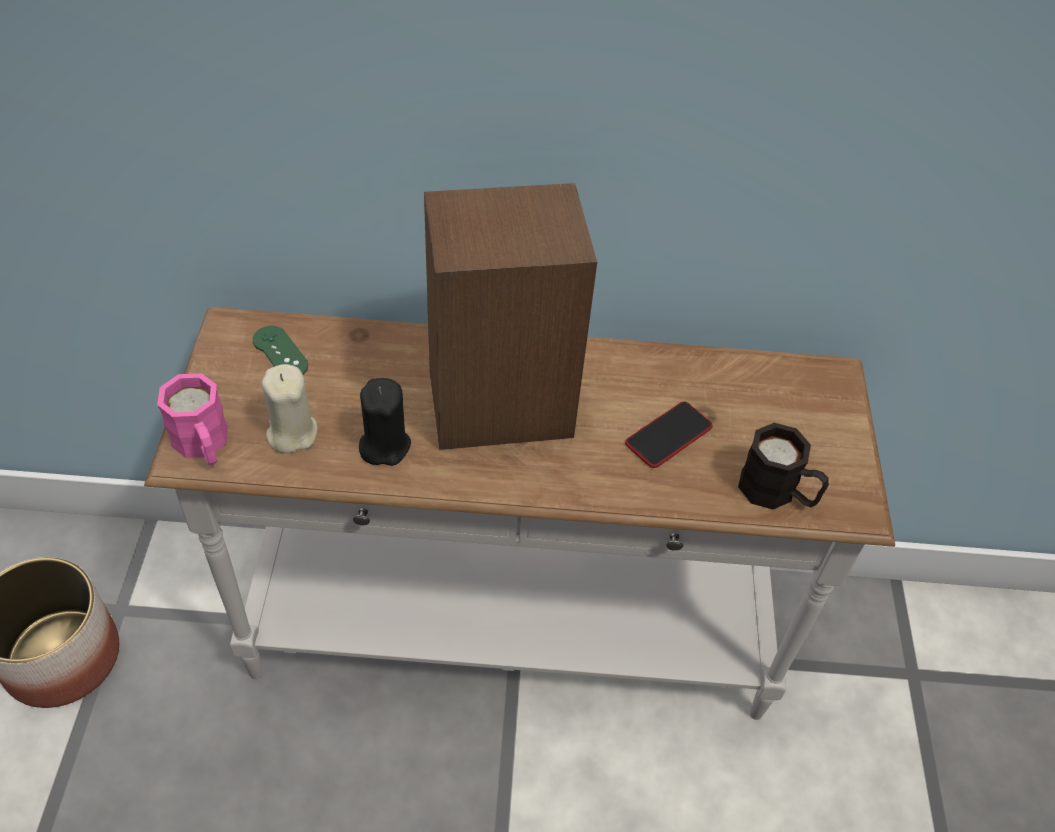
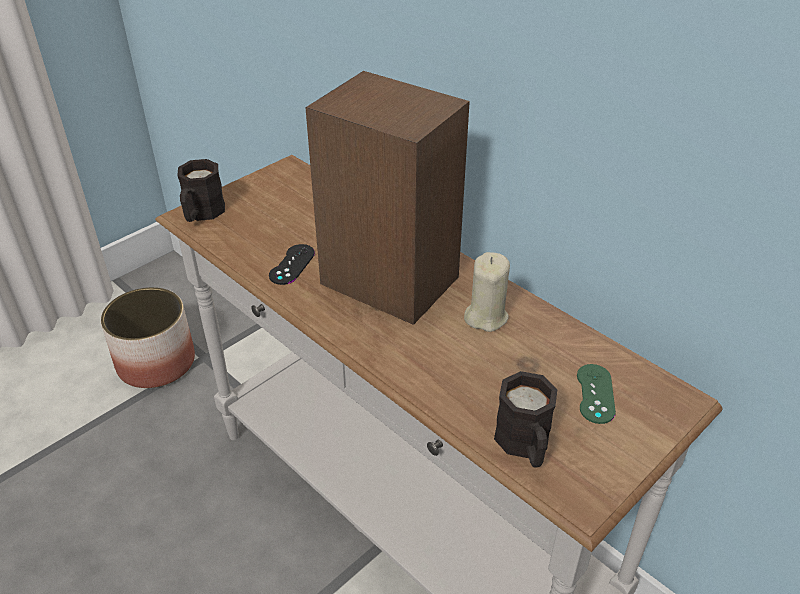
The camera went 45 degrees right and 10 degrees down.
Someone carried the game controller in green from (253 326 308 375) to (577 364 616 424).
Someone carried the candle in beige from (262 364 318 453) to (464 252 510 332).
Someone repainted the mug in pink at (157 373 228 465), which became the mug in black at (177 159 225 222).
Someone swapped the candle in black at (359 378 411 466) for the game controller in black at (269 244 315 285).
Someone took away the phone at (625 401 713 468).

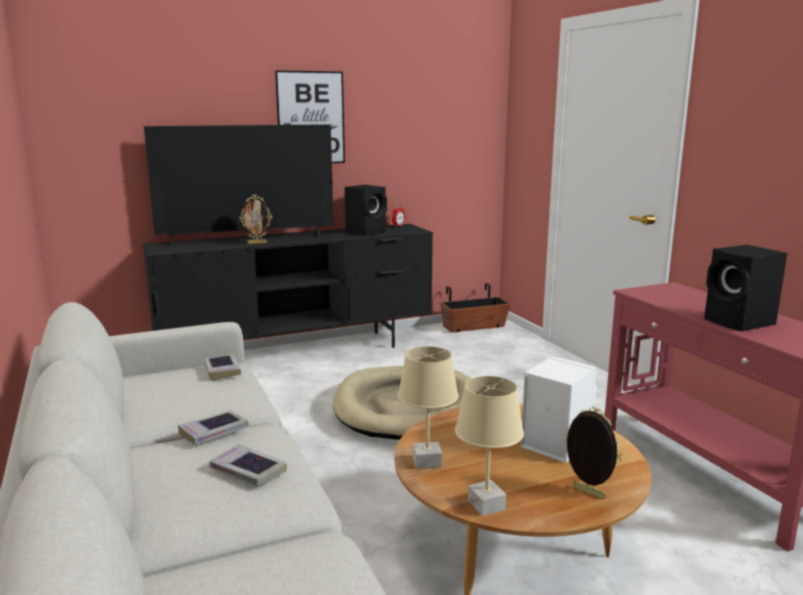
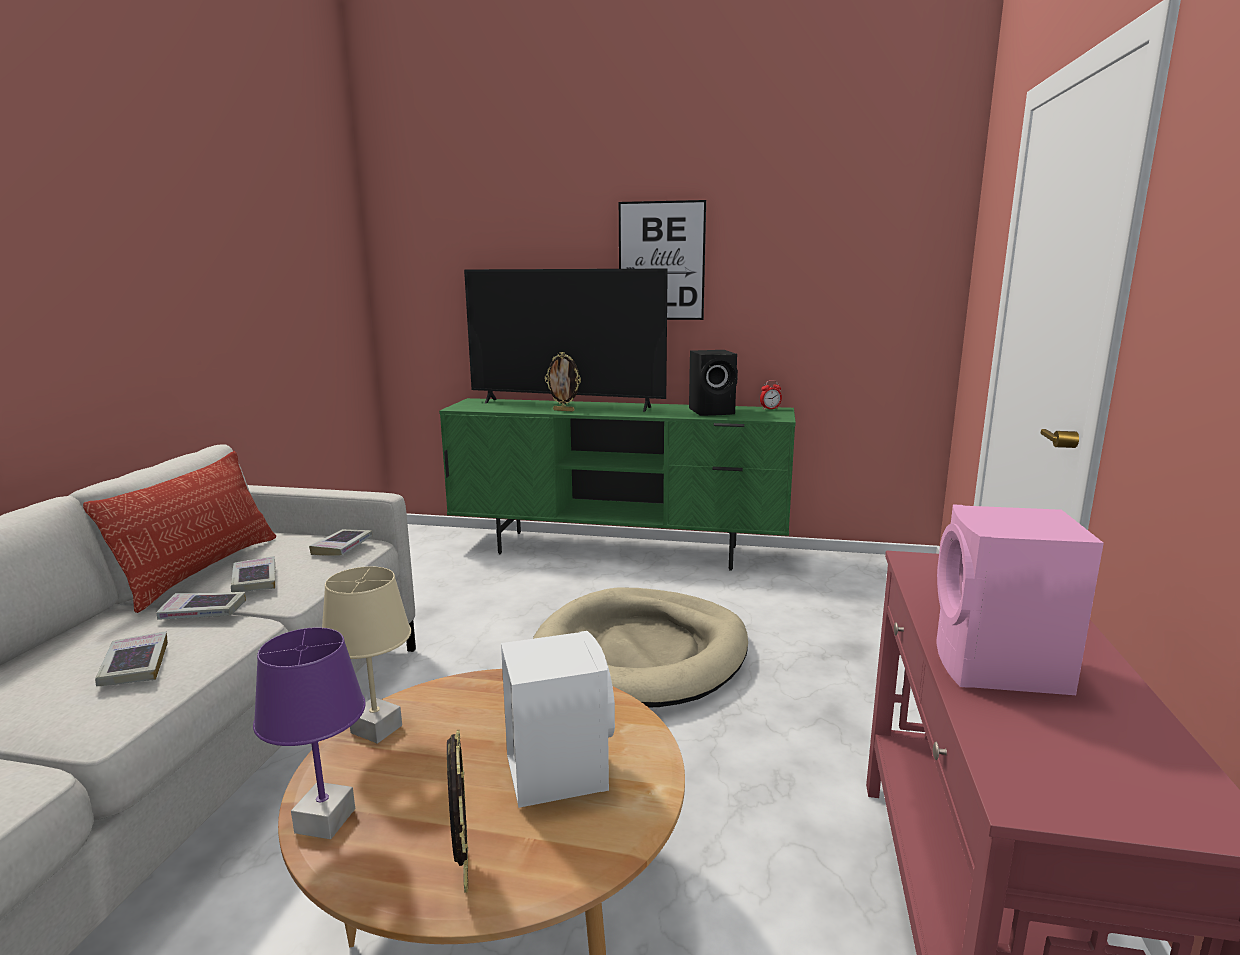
The camera went 35 degrees right and 0 degrees up.
Someone repainted the tv stand in black at (143 224 433 348), which became the tv stand in green at (439 398 796 571).
Someone repainted the speaker in black at (704 245 787 331), which became the speaker in pink at (937 505 1104 695).
Someone took away the planter at (440 283 510 332).
Someone repainted the table lamp in beige at (455 376 524 516), which became the table lamp in purple at (253 627 366 839).
Someone put down the pillow at (83 451 276 613).
Someone put down the book at (231 556 275 592).

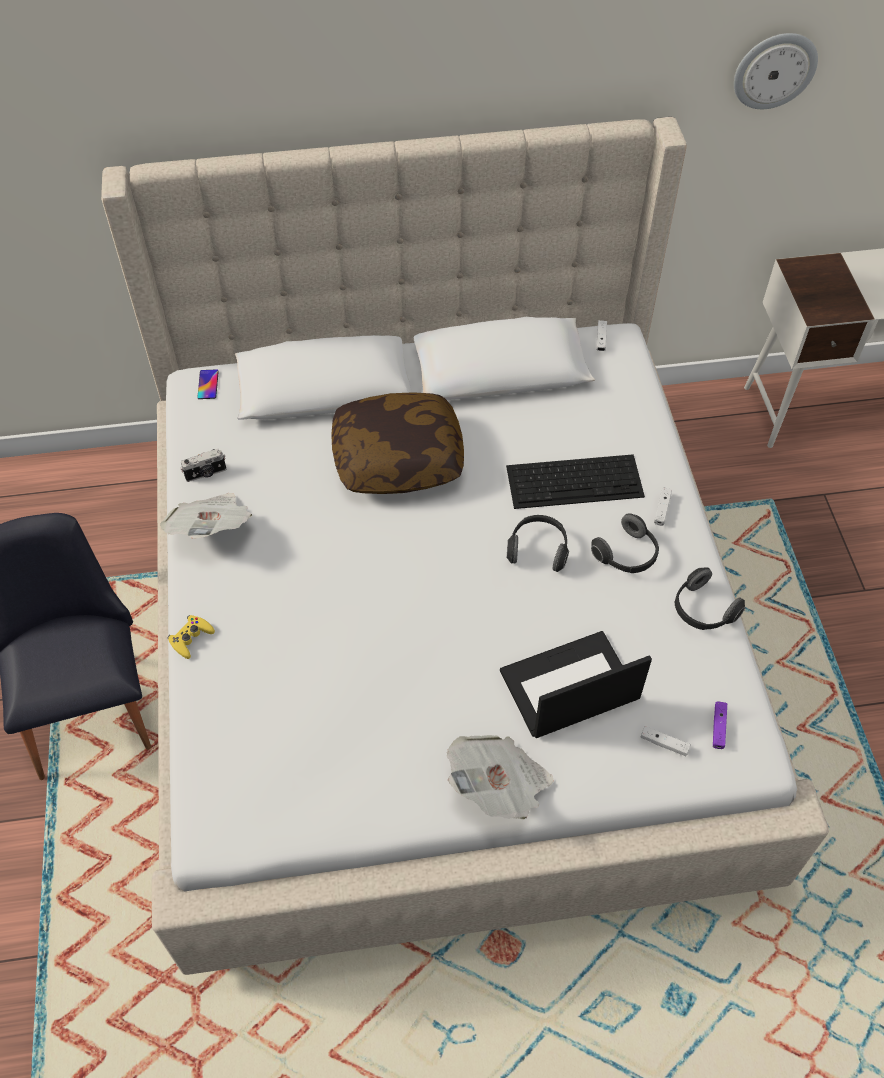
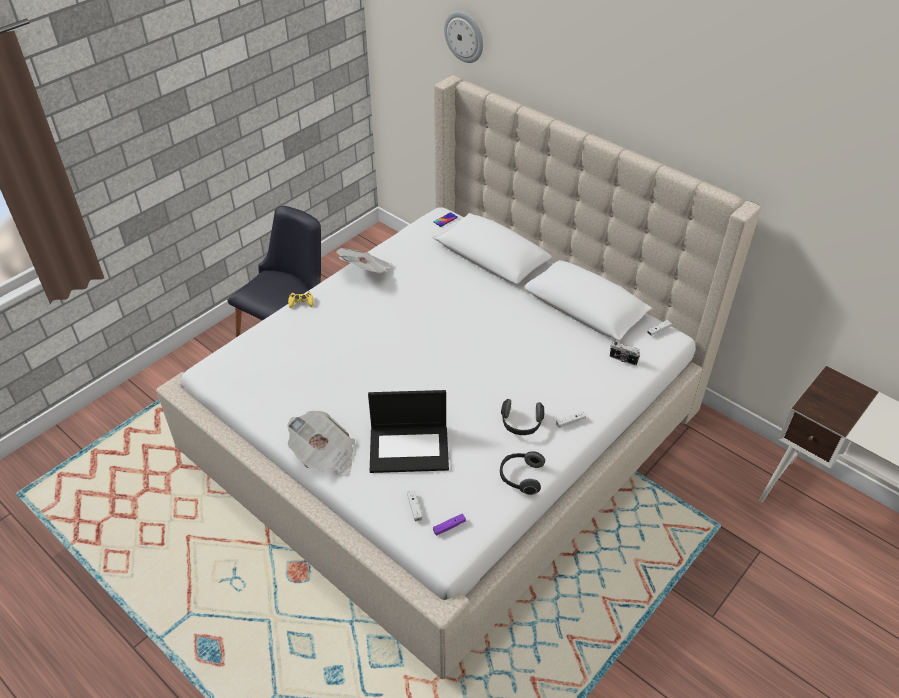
The camera went 50 degrees right and 10 degrees down.
Someone carried the wall clock from (734 33 818 109) to (444 11 483 63).
Someone took away the pillow at (331 392 464 494).
Someone carried the photo camera from (181 449 226 482) to (610 342 640 365).
Someone took away the keyboard at (506 454 645 509).
Someone took away the headphones at (507 515 569 572).
Someone rotated the laptop at (500 631 652 738) by 150 degrees clockwise.

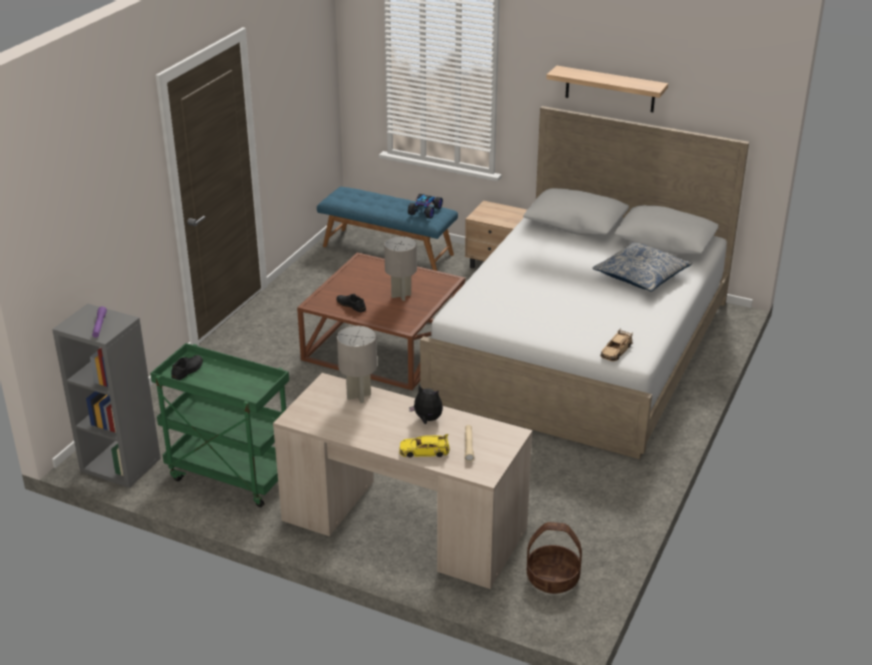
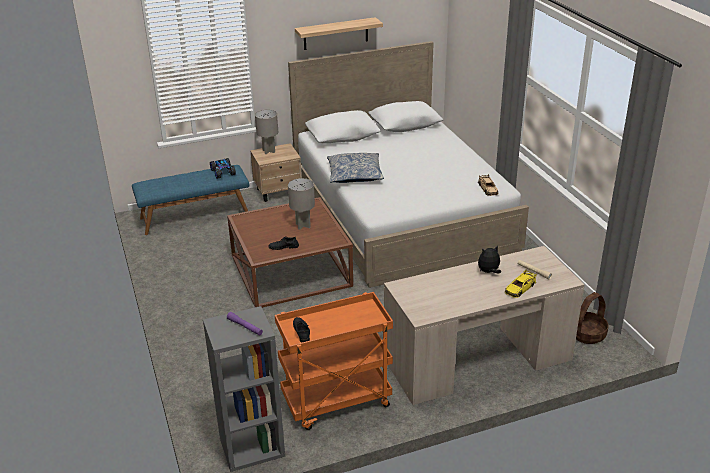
The camera went 45 degrees left and 0 degrees up.
Someone carried the pillow from (592 242 692 291) to (327 153 384 183).
Someone carried the table lamp in grey from (337 326 377 403) to (255 110 278 154).
Someone repainted the cart in green at (150 343 289 508), which became the cart in orange at (275 292 393 430).

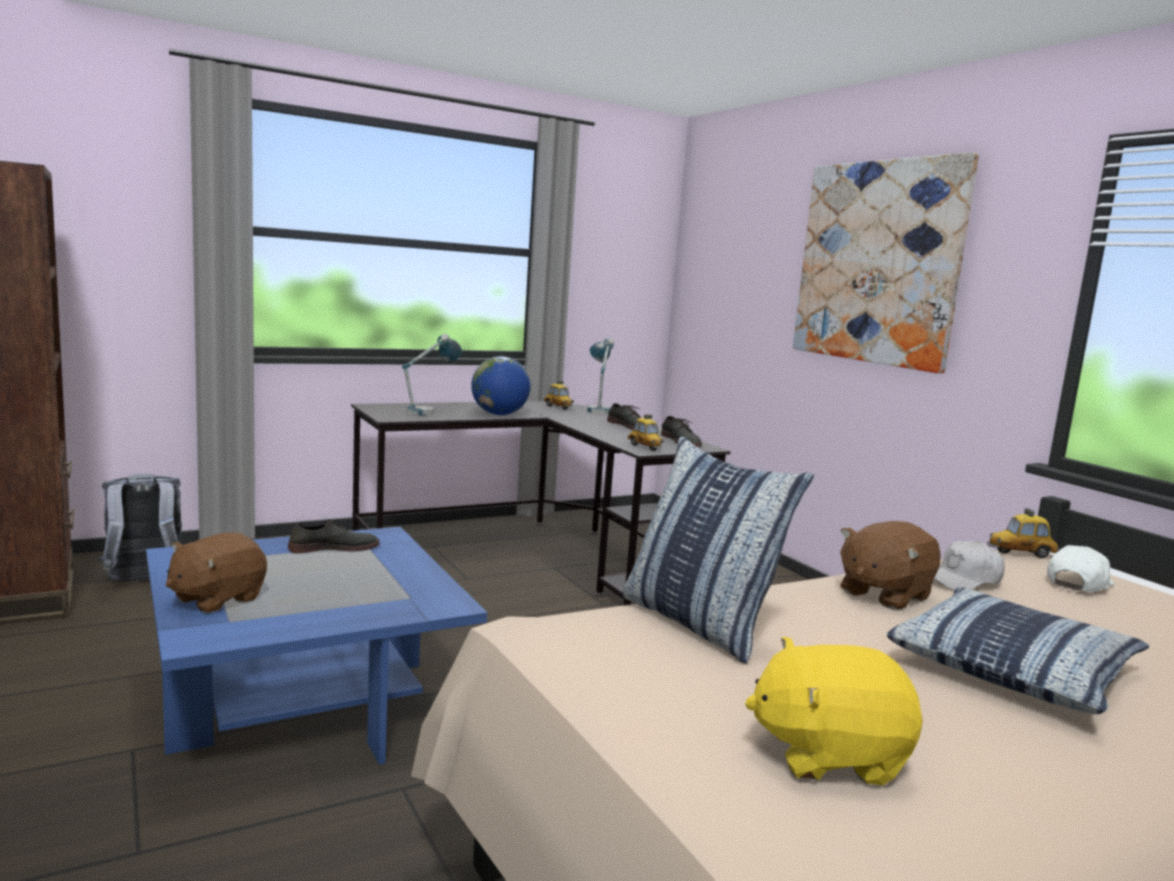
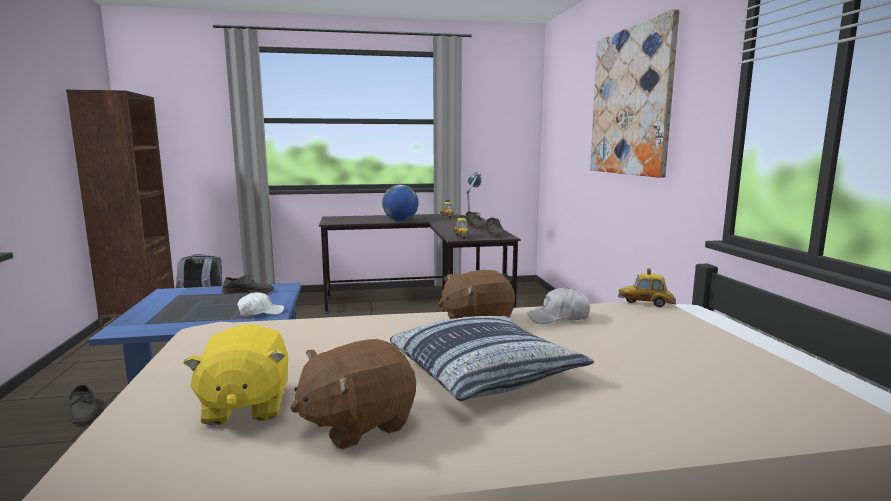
The camera went 20 degrees right and 0 degrees up.
Someone took away the table lamp at (402 334 462 415).
Someone took away the pillow at (622 436 814 664).
Someone carried the plush toy in brown from (166 532 267 613) to (290 339 416 450).
Someone carried the cap in white from (1047 545 1114 592) to (237 292 284 316).
Someone rotated the plush toy in yellow at (745 636 923 785) by 120 degrees counterclockwise.
Someone put down the shoe in grey at (69 385 98 424).

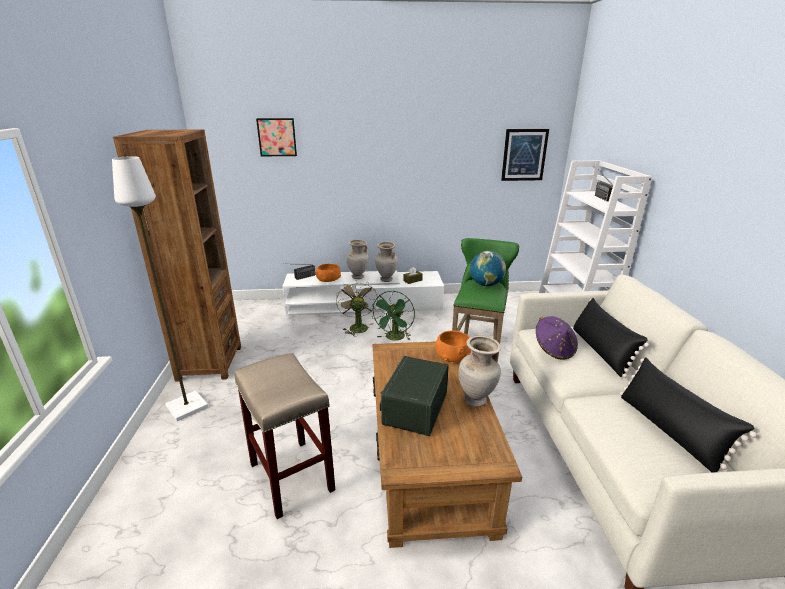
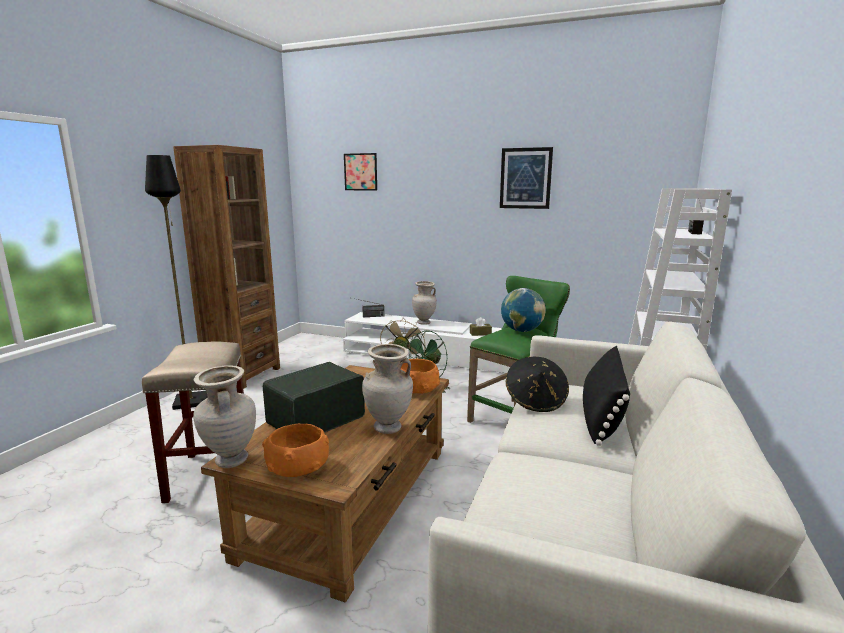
The camera went 25 degrees right and 10 degrees down.
Someone carried the picture from (501 129 549 181) to (500 147 553 209).
Someone repainted the floor lamp in white at (112 156 208 421), which became the floor lamp in black at (145 155 208 410).
Someone carried the vase in beige from (375 242 398 282) to (193 365 256 468).
Someone carried the bowl in orange from (315 264 341 282) to (262 424 329 477).
Someone repainted the hat in purple at (536 316 578 360), which became the hat in black at (506 357 569 412).
Someone took away the pillow in black at (619 358 757 473).

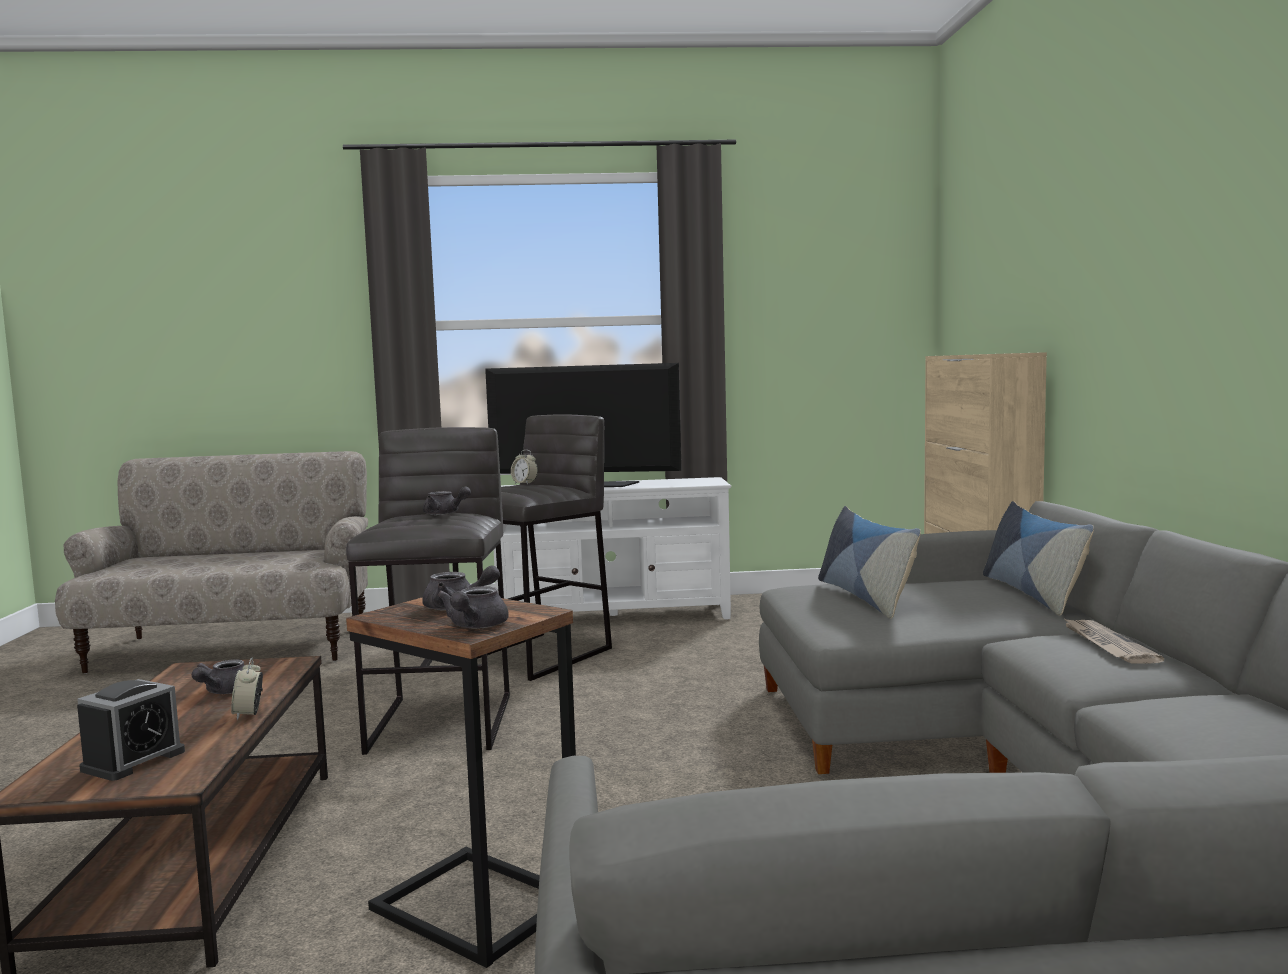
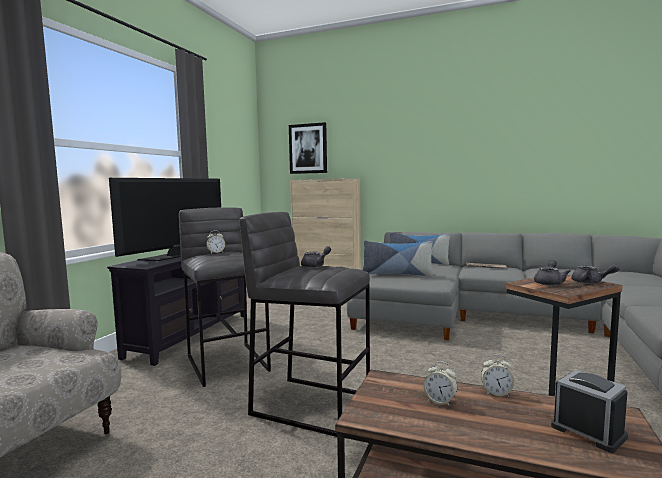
The camera went 65 degrees left and 0 degrees up.
Someone repainted the tv stand in white at (494 477 731 620), which became the tv stand in black at (107 254 244 366).
Someone swapped the teapot in grey at (192 659 245 694) for the alarm clock at (423 361 458 407).
Someone put up the picture at (289 122 327 174).

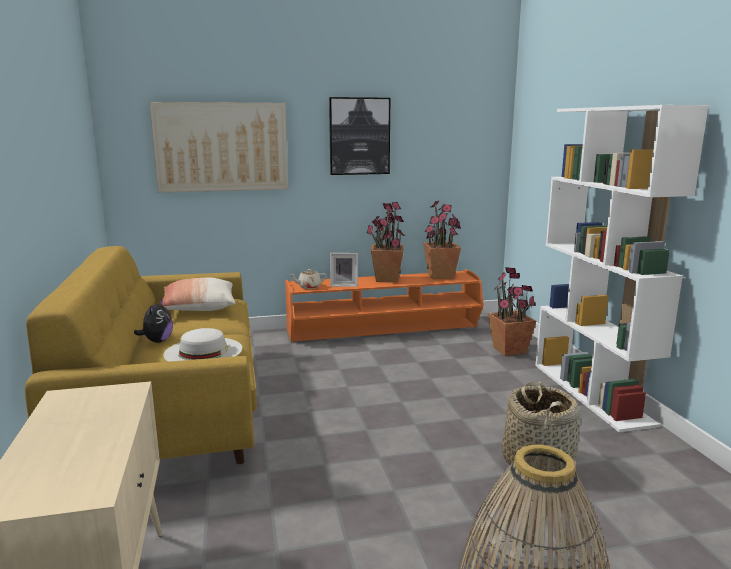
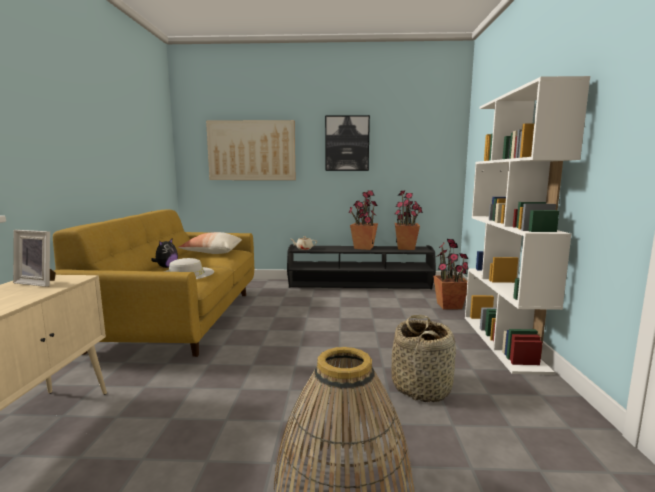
The camera went 15 degrees right and 5 degrees down.
Someone carried the picture frame from (330 253 358 287) to (13 230 56 287).
Someone repainted the tv stand in orange at (285 269 483 342), which became the tv stand in black at (287 244 436 289).

